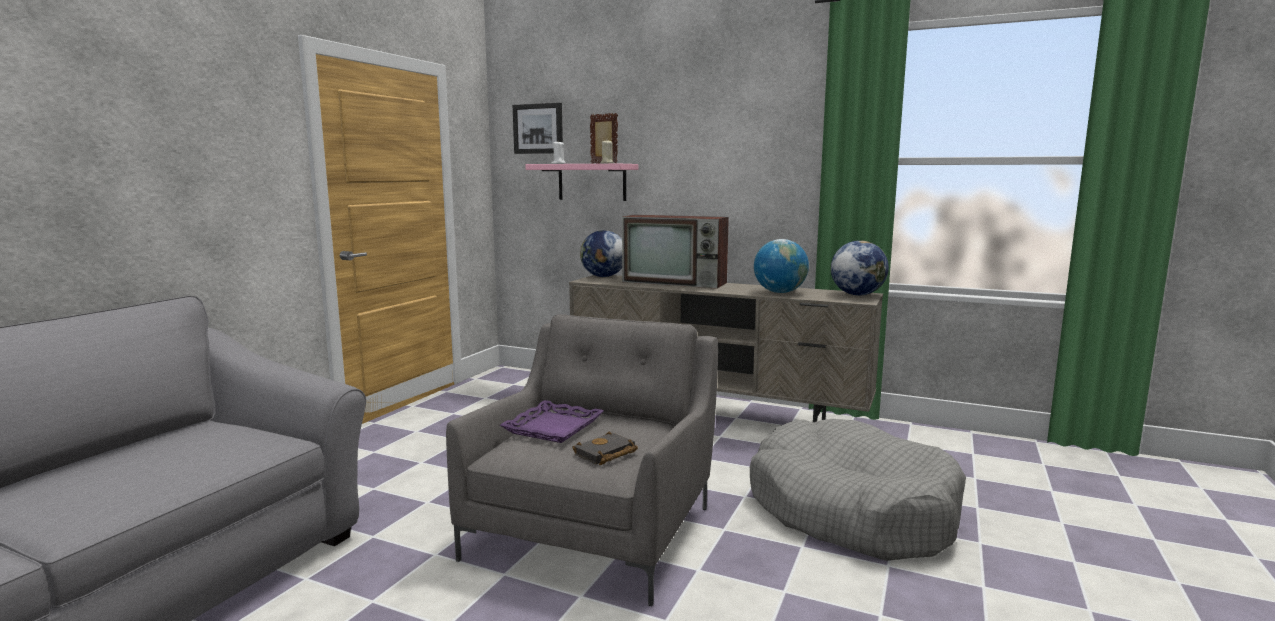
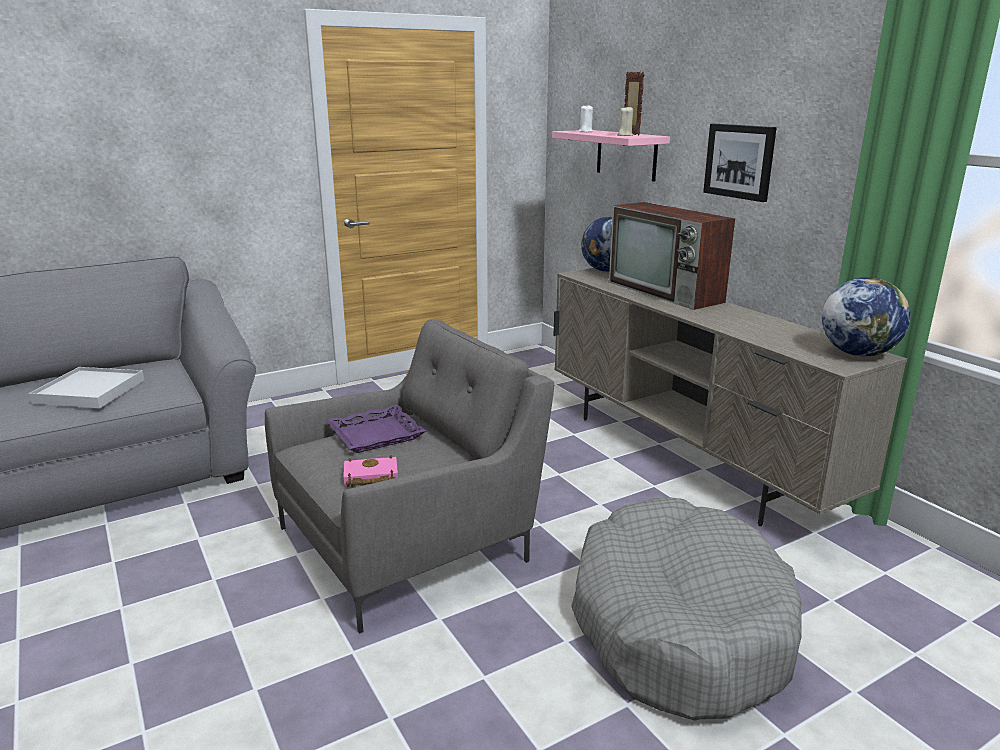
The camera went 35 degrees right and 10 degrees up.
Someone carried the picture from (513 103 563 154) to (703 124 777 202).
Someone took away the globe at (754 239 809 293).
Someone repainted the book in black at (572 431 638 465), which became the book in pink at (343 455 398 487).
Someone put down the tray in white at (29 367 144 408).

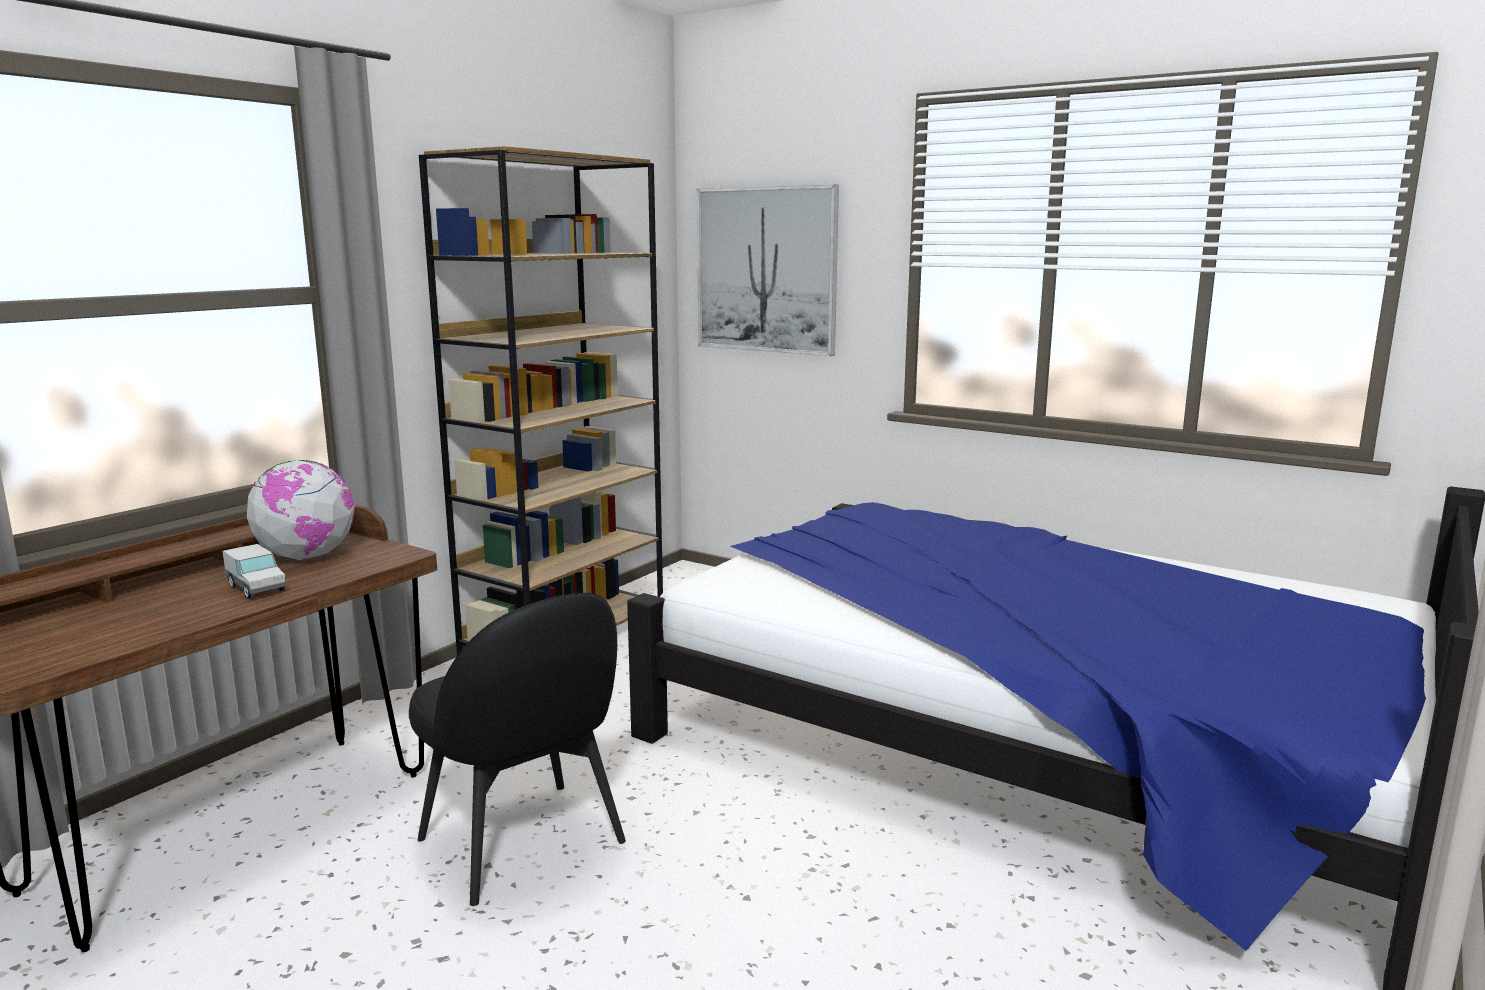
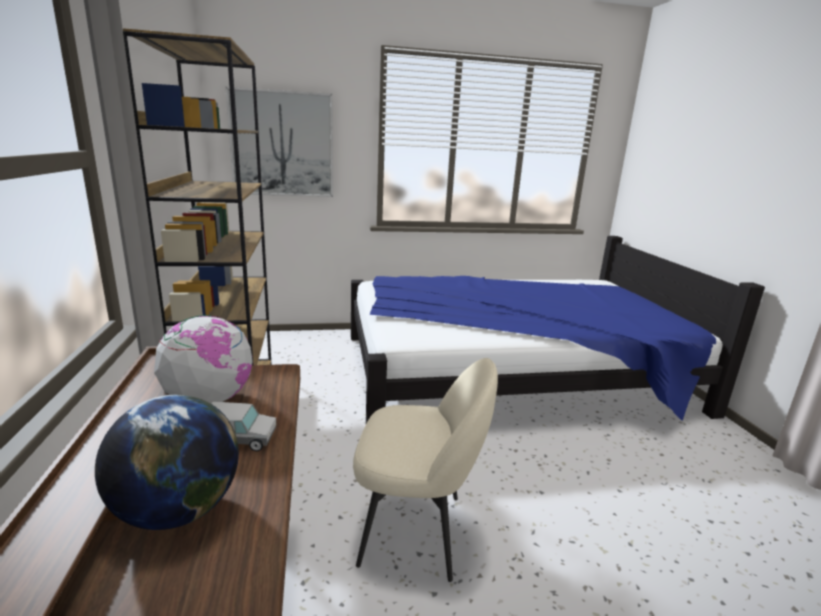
The camera went 45 degrees left and 5 degrees up.
Someone repainted the chair in black at (409 593 626 906), which became the chair in beige at (353 358 498 582).
Someone put down the globe at (95 395 239 530).

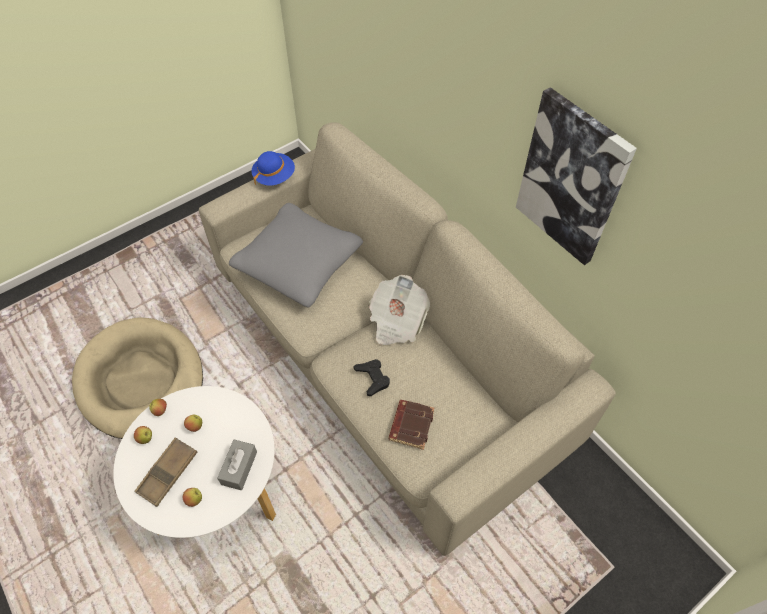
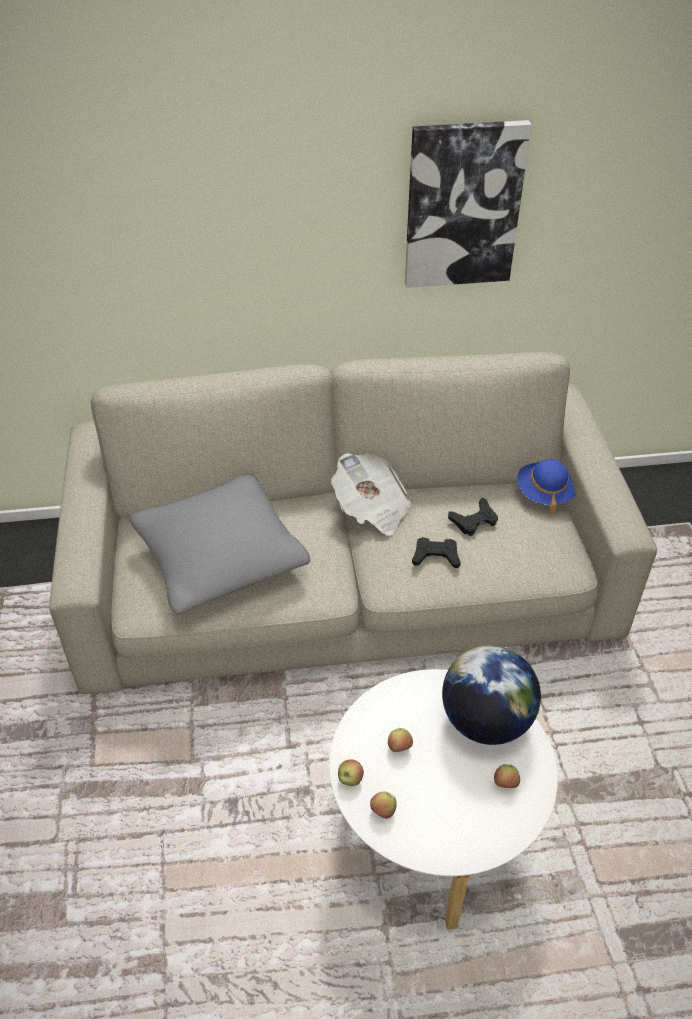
The camera went 60 degrees left and 10 degrees down.
Someone carried the hat in blue from (251 151 295 186) to (517 459 575 514).
Someone took away the dog bed in beige at (72 317 203 439).
Someone took away the book in brown at (388 400 434 450).
Someone took away the tray in brown at (134 437 197 507).
Someone swapped the tissue box in grey at (217 440 257 491) for the globe at (442 645 541 745).
Someone put down the game controller in black at (448 497 498 536).

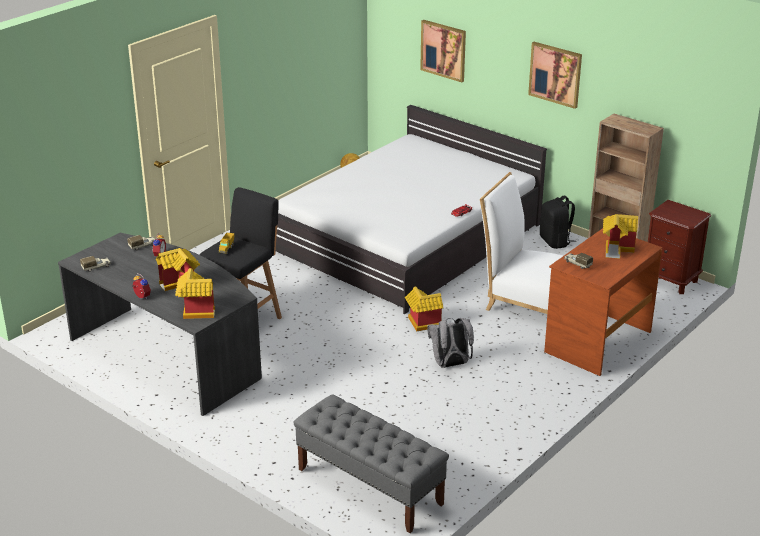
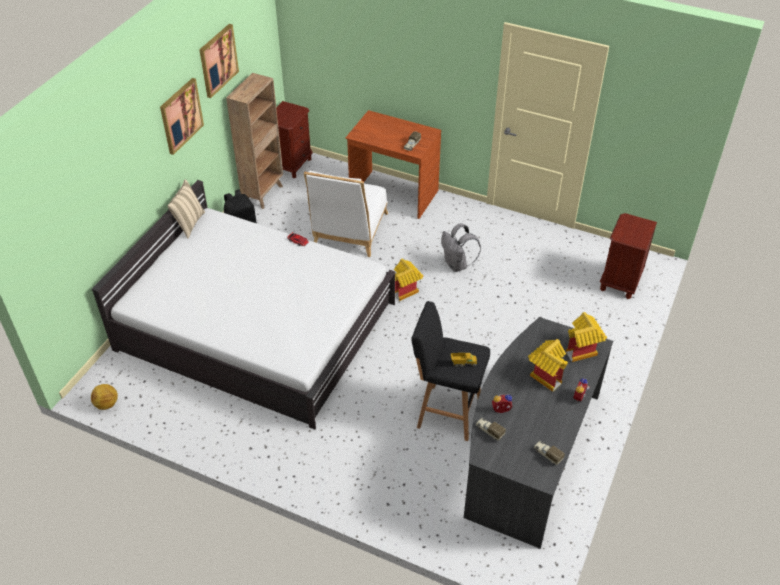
The camera went 105 degrees left and 15 degrees up.
Someone carried the picture from (420 20 466 82) to (199 24 239 98).
Someone took away the toy house at (603 214 638 259).
Someone swapped the bench in grey at (293 394 449 533) for the nightstand in brown at (600 213 657 299).
Someone put down the pillow in beige at (167 179 205 239).

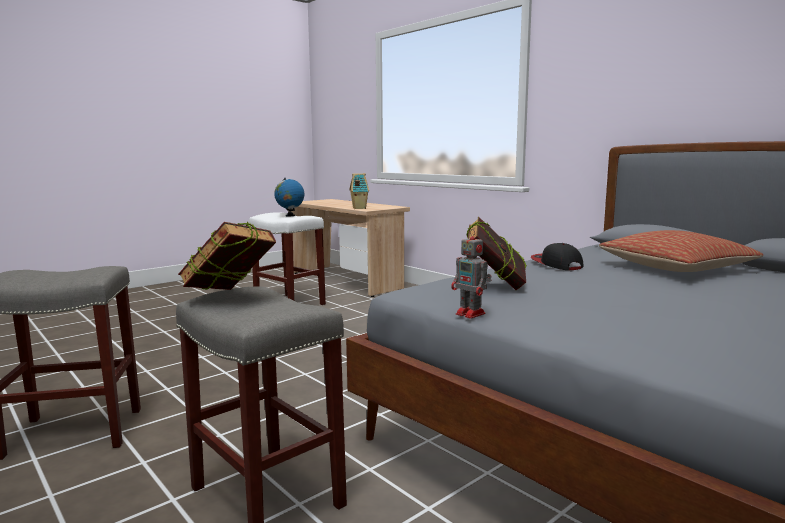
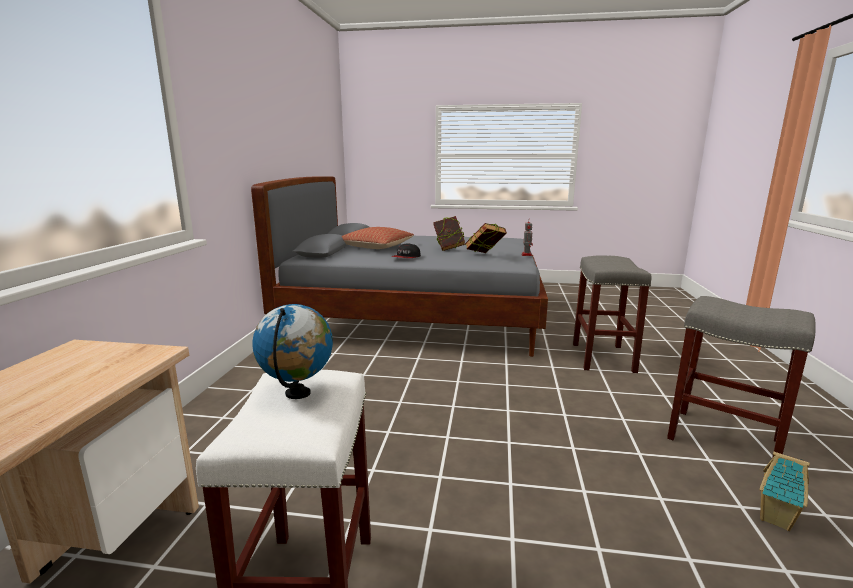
The camera went 130 degrees left and 5 degrees up.
Someone carried the toy house from (349 173 369 209) to (760 452 810 531).
Someone carried the book from (178 222 276 290) to (433 216 465 251).

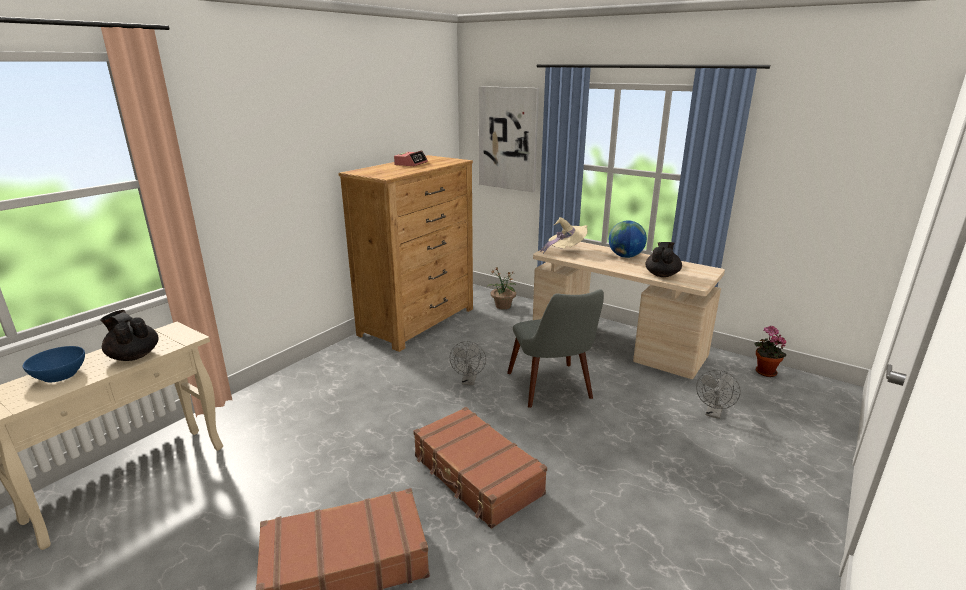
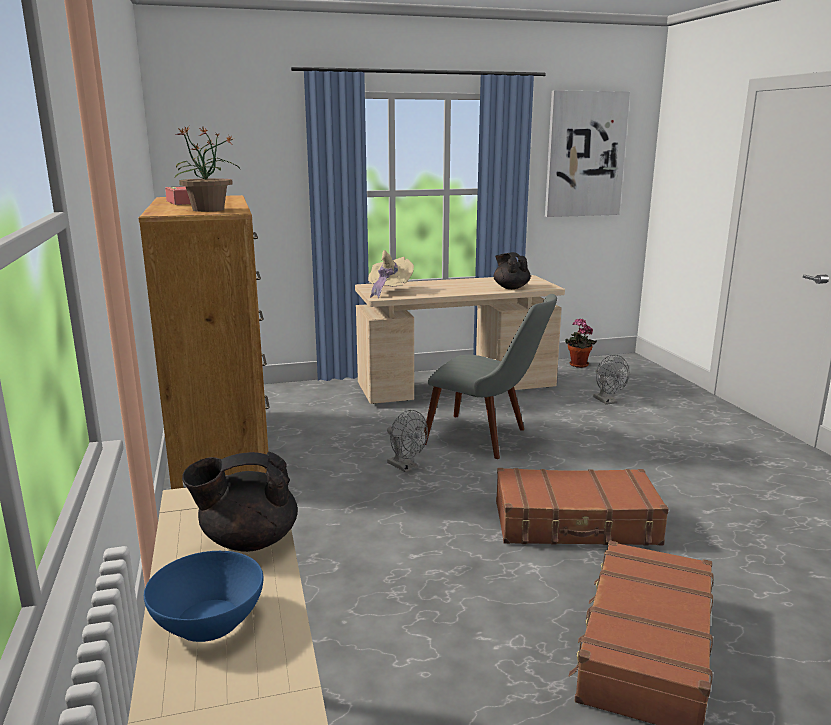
The camera went 50 degrees left and 5 degrees down.
Someone carried the picture from (478 86 539 192) to (545 90 630 217).
Someone took away the globe at (609 220 647 258).
Someone carried the potted plant from (488 268 516 309) to (175 126 239 212).

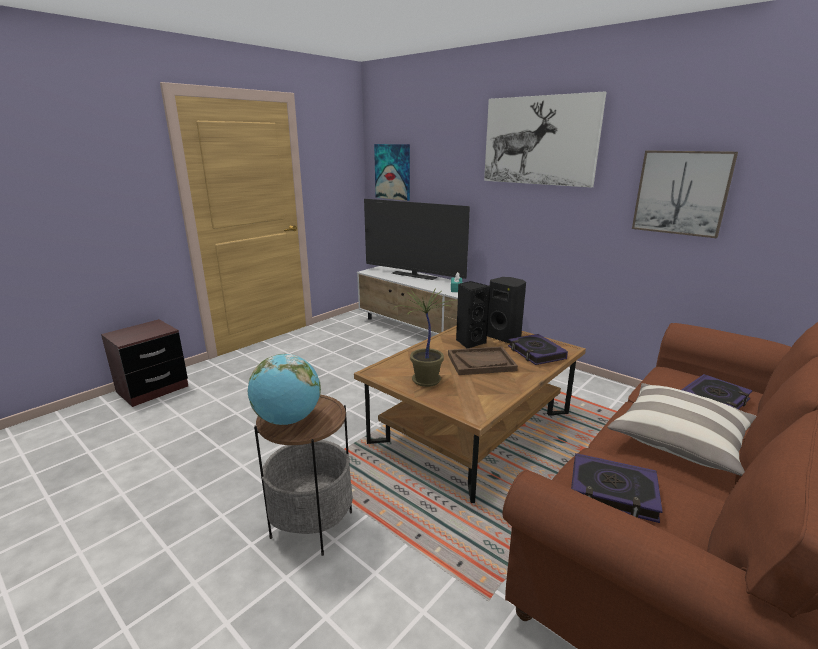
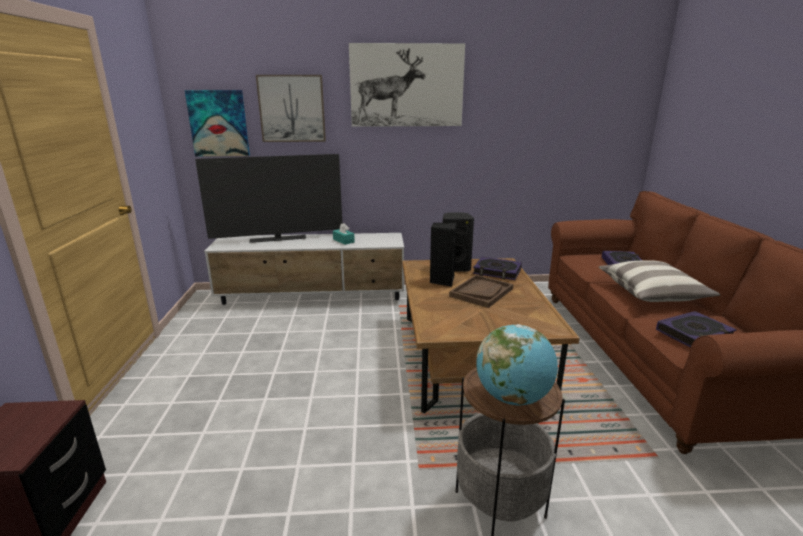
The camera went 45 degrees left and 0 degrees up.
Someone carried the picture from (632 150 738 238) to (256 75 326 142).
Someone took away the potted plant at (394 288 455 387).

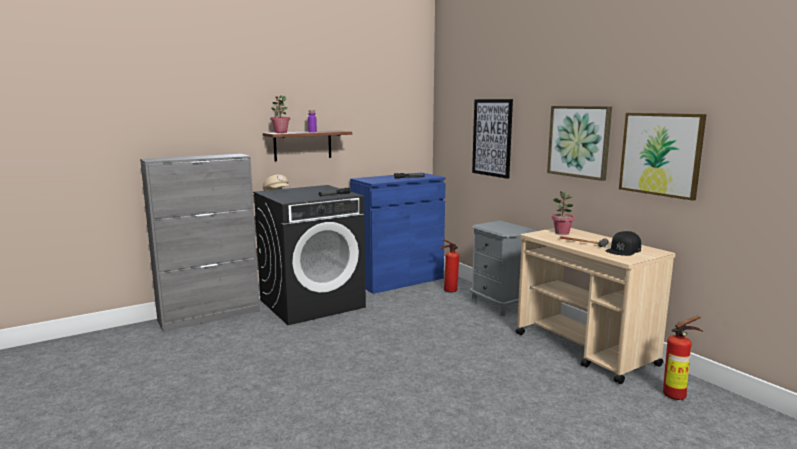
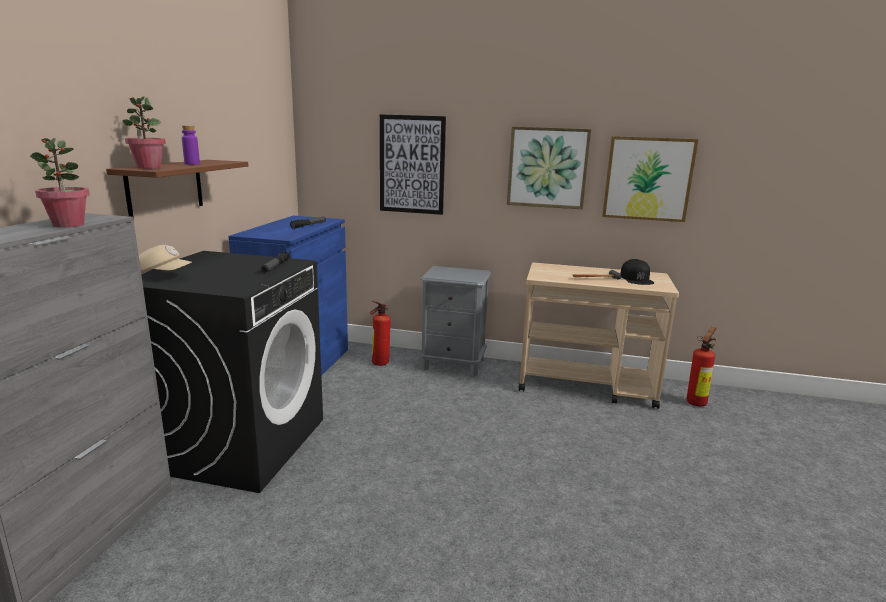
The camera went 45 degrees left and 5 degrees up.
Someone carried the potted plant from (552 191 575 235) to (30 138 90 228).

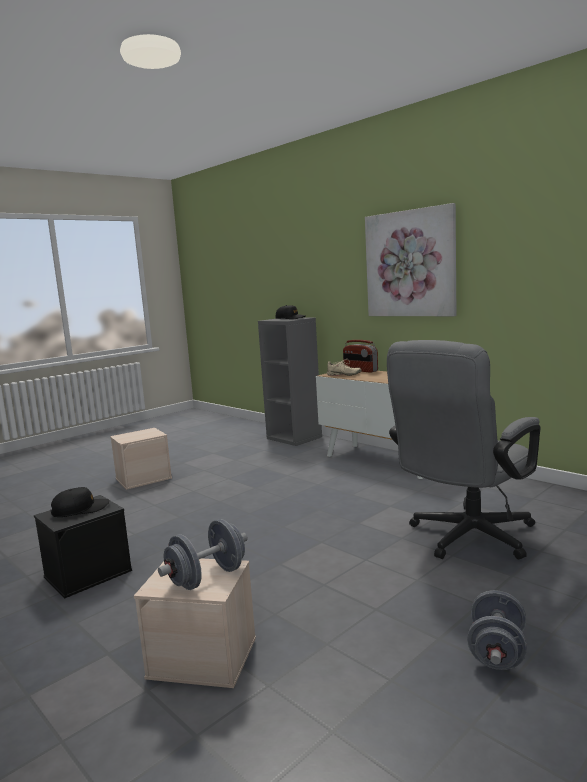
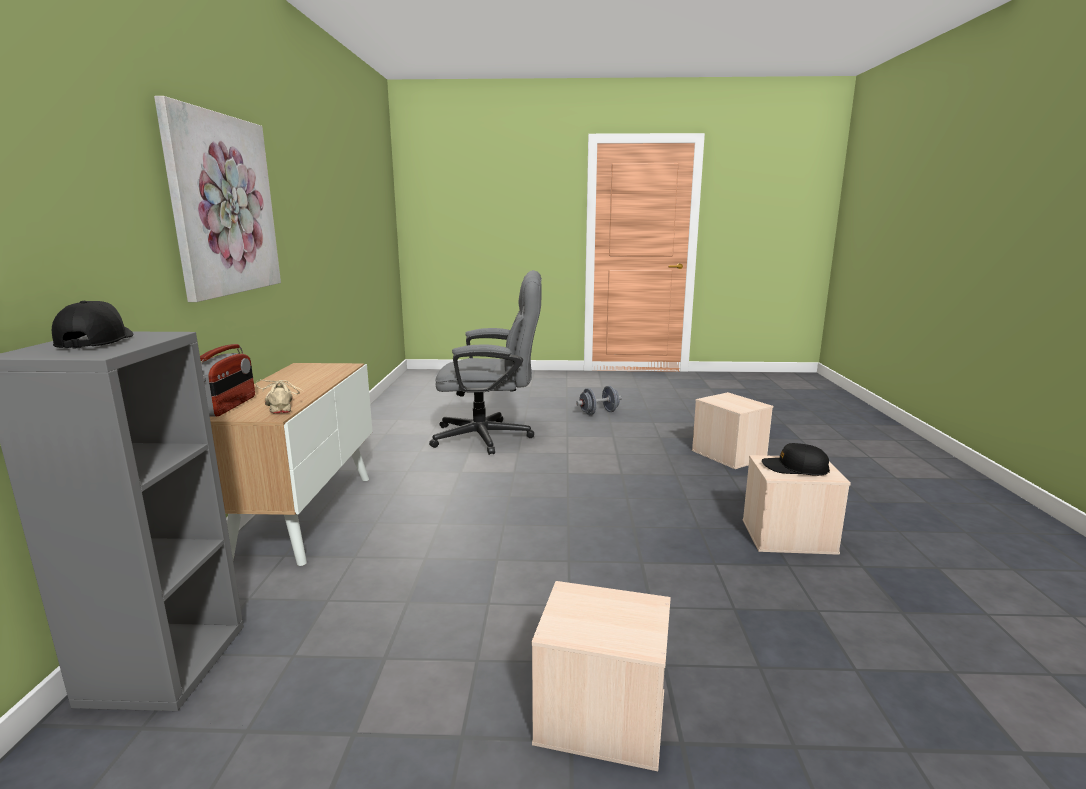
The camera went 135 degrees left and 5 degrees up.
Someone repainted the storage box in black at (34 495 132 599), which became the storage box in beige at (743 455 851 555).
Someone took away the dumbbell in grey at (158 519 248 590).

